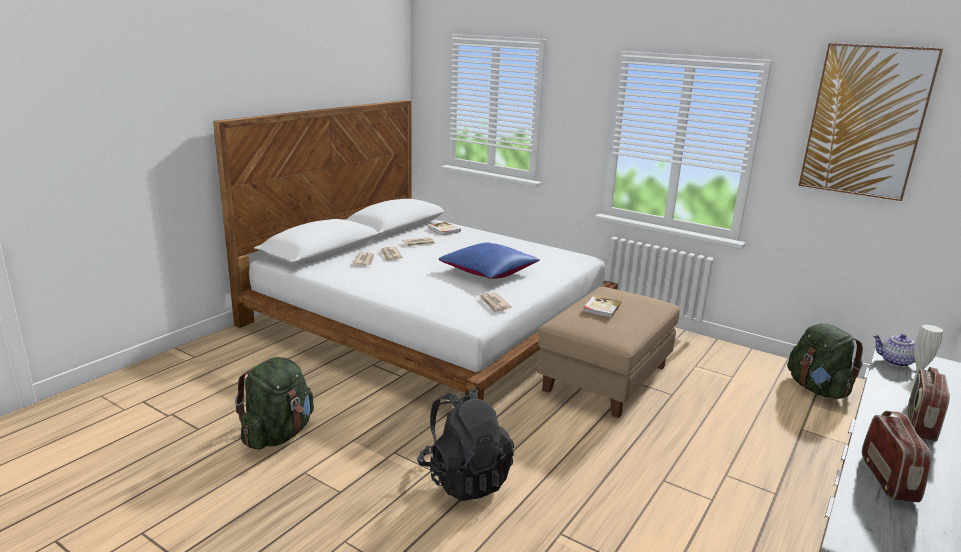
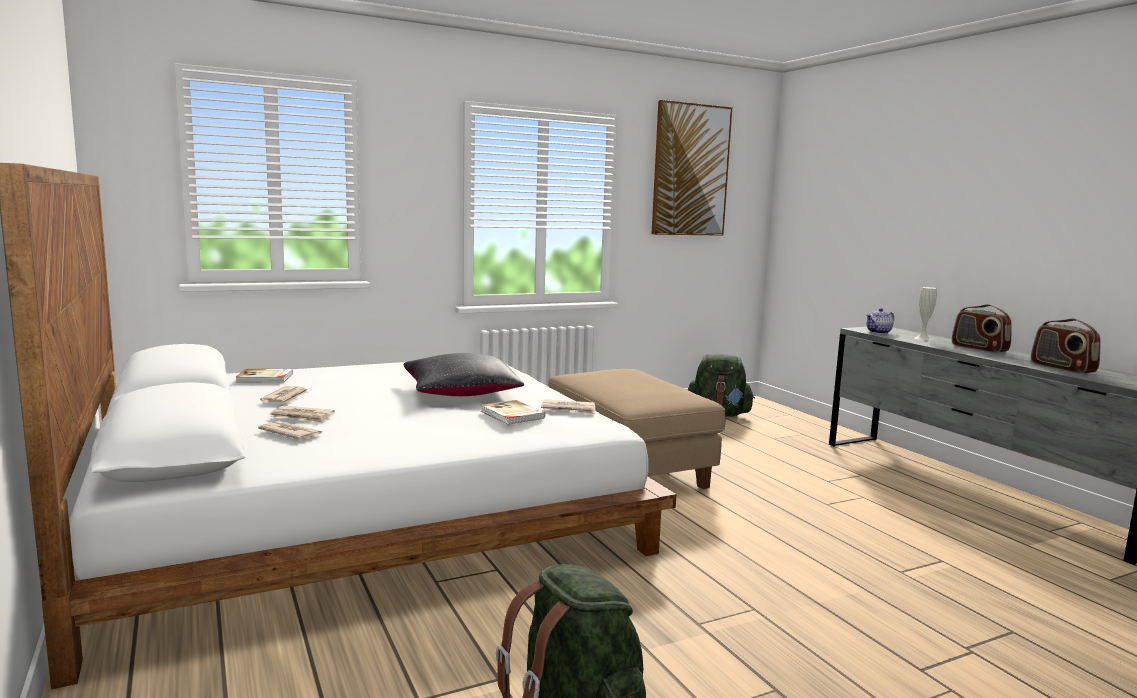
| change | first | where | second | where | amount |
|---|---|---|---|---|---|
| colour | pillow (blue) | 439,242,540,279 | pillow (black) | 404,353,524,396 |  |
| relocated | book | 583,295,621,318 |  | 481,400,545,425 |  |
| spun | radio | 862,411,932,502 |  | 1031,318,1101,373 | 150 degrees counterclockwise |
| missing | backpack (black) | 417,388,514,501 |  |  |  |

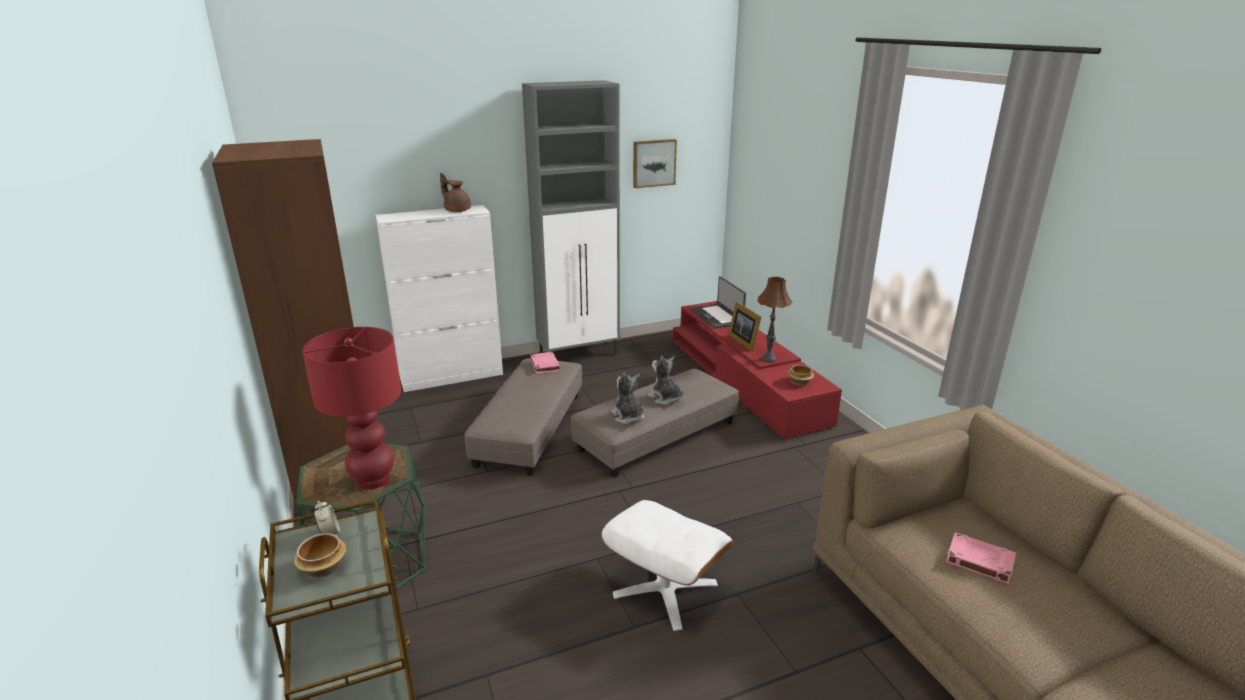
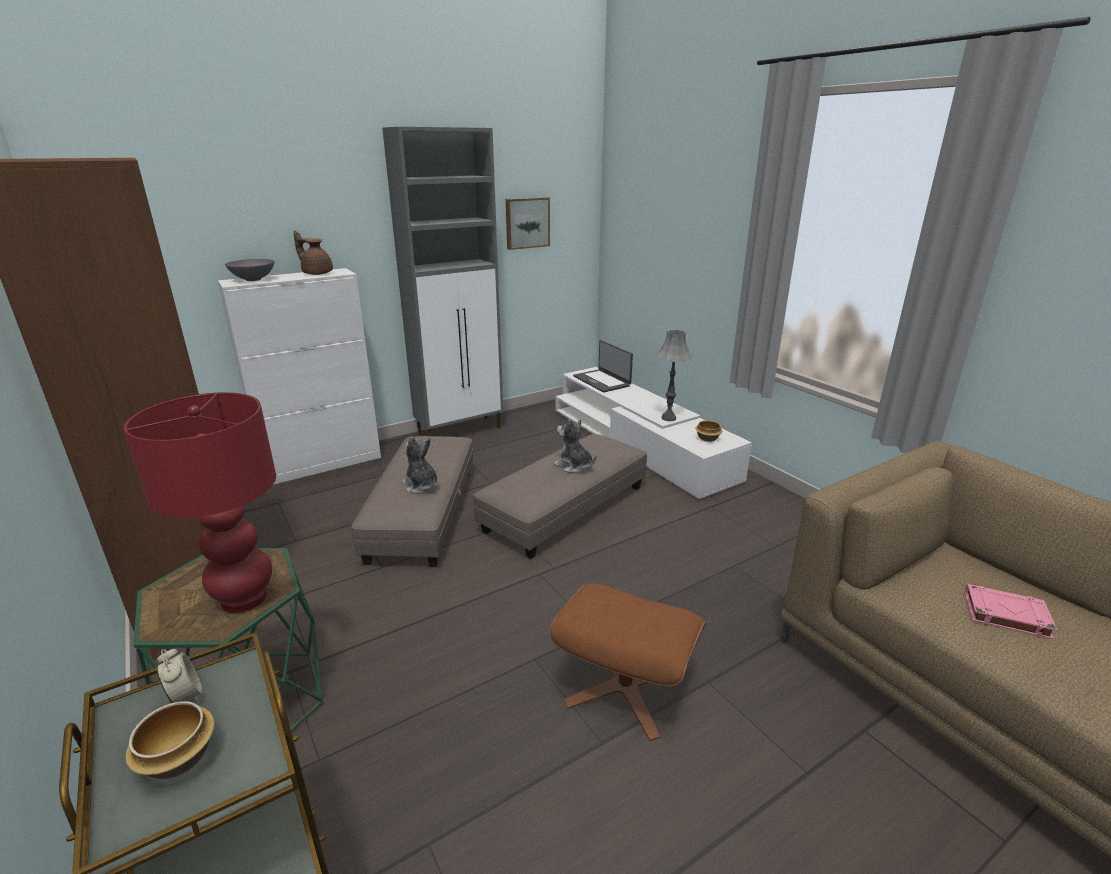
| change | first | where | second | where | amount |
|---|---|---|---|---|---|
| appeared |  |  | serving bowl (gray) | 225,259,274,281 |  |
| relocated | soft toy | 611,372,644,424 |  | 402,436,439,494 |  |
| colour | pouffe (white) | 601,500,734,631 | pouffe (brown-coloured) | 550,584,706,741 |  |
| colour | media console (red-coloured) | 673,301,842,439 | media console (white) | 556,367,752,499 |  |
| colour | table lamp (brown-coloured) | 758,277,792,363 | table lamp (gray) | 656,330,693,421 |  |
| missing | book (pink) | 530,352,561,374 |  |  |  |
| missing | photo frame | 728,302,761,351 |  |  |  |

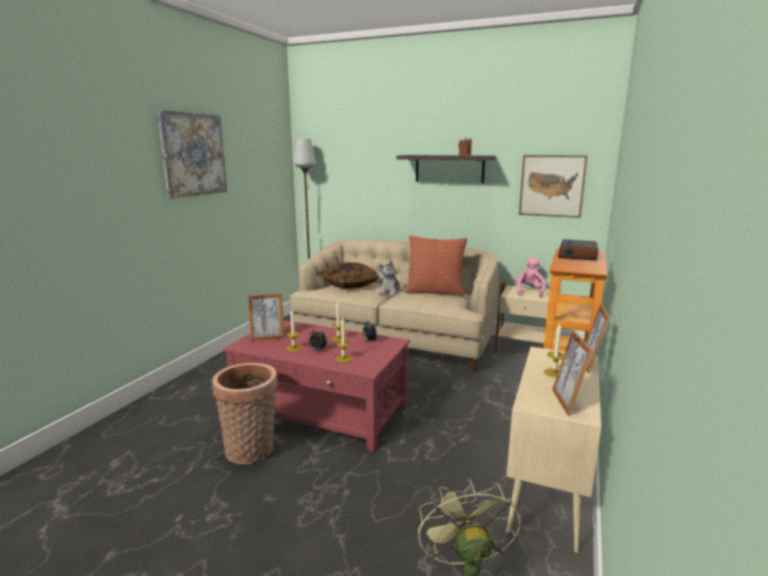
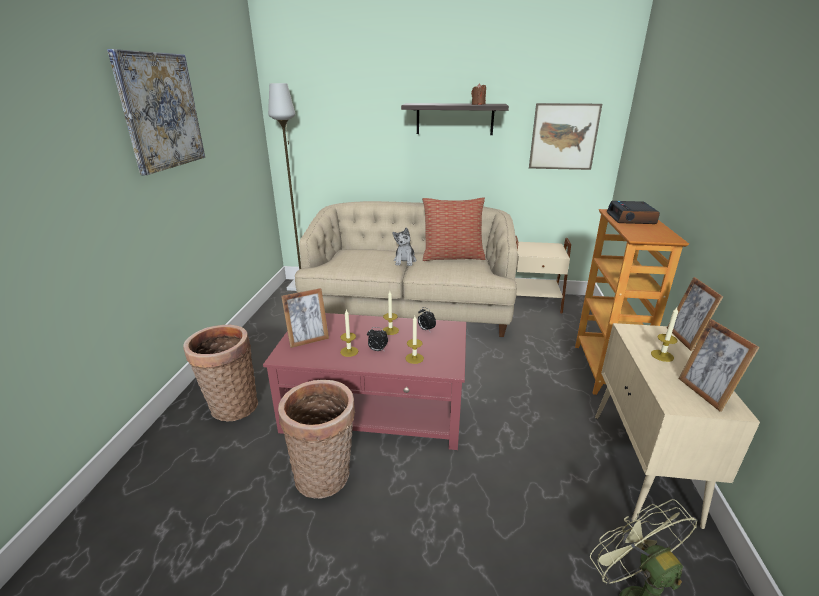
| change | first | where | second | where | amount |
|---|---|---|---|---|---|
| appeared |  |  | household basket | 183,325,258,422 |  |
| missing | pillow | 321,262,379,289 |  |  |  |
| missing | soft toy (pink) | 514,257,546,297 |  |  |  |

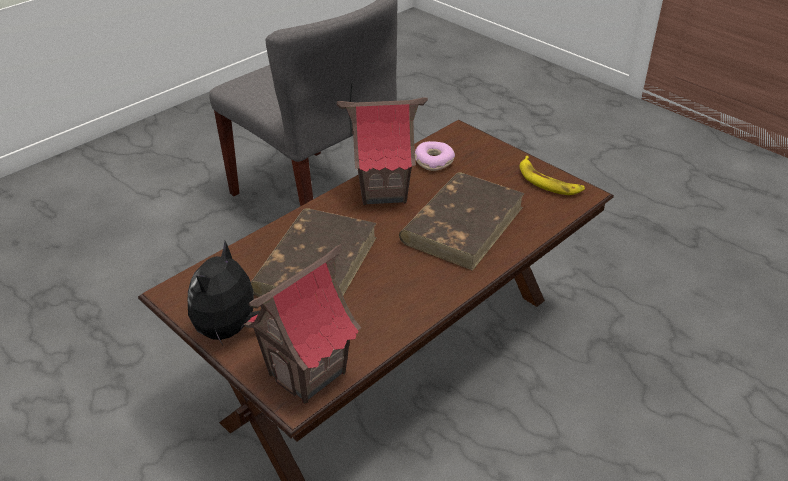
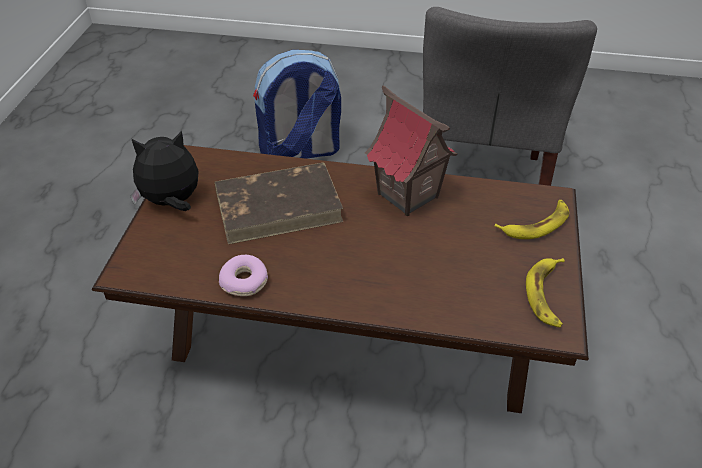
| change | first | where | second | where | amount |
|---|---|---|---|---|---|
| relocated | ring doughnut | 415,141,455,171 |  | 219,255,268,296 |  |
| appeared |  |  | backpack | 253,50,341,159 |  |
| appeared |  |  | banana fruit | 494,200,569,239 |  |
| missing | model house | 244,244,361,404 |  |  |  |
| missing | book (brown-coloured) | 399,172,525,271 |  |  |  |

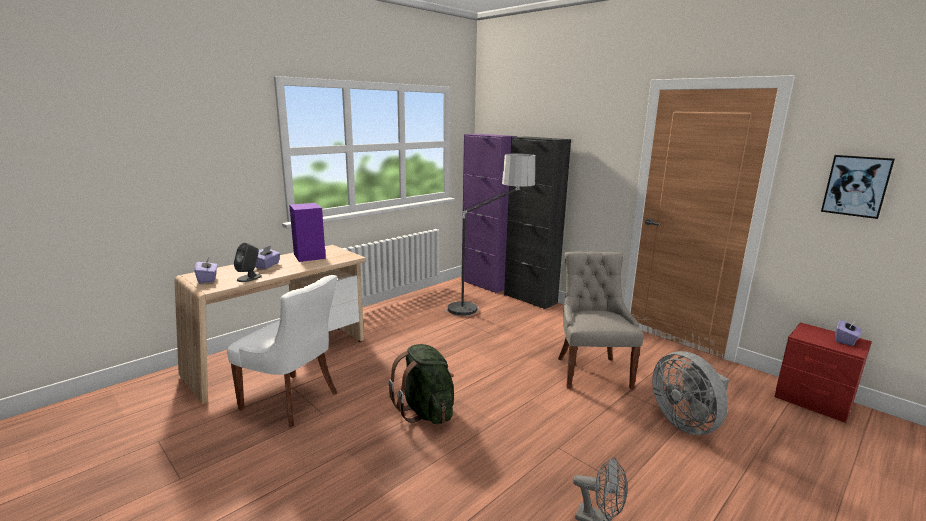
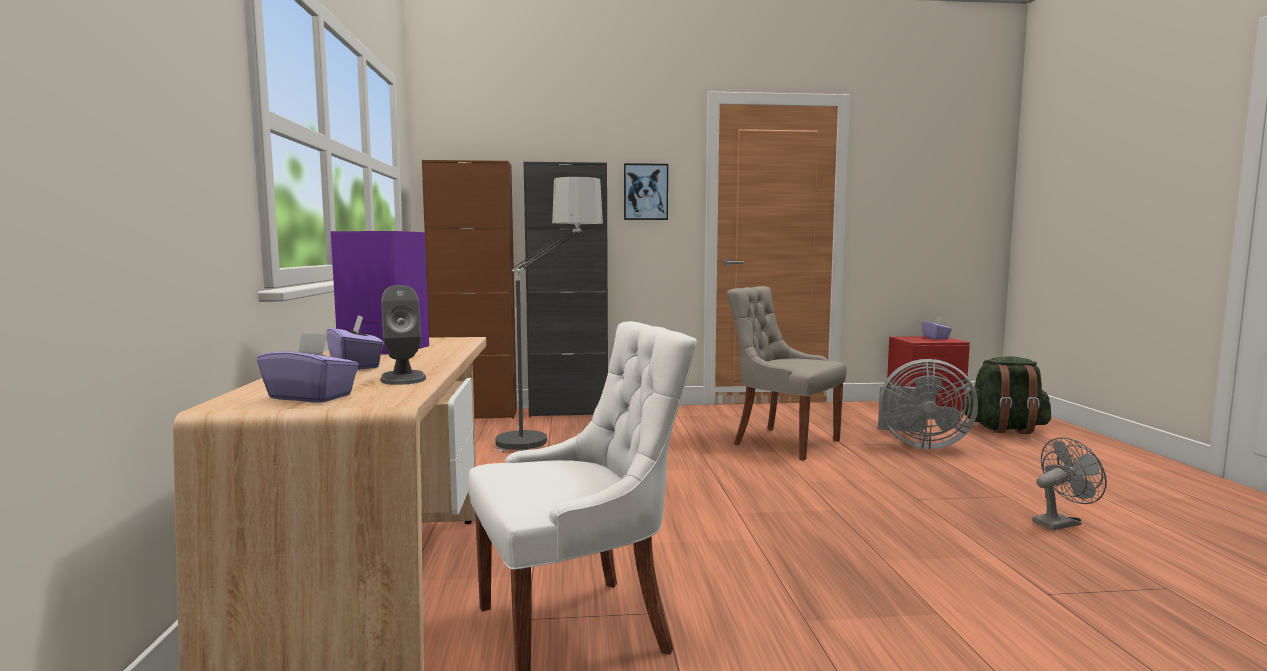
| change | first | where | second | where | amount |
|---|---|---|---|---|---|
| colour | cabinet (purple) | 461,134,517,294 | cabinet (brown-coloured) | 422,160,517,419 |  |
| relocated | wall art | 821,155,895,219 |  | 624,163,668,220 |  |
| relocated | backpack (green-coloured) | 388,344,454,424 |  | 963,356,1051,434 |  |

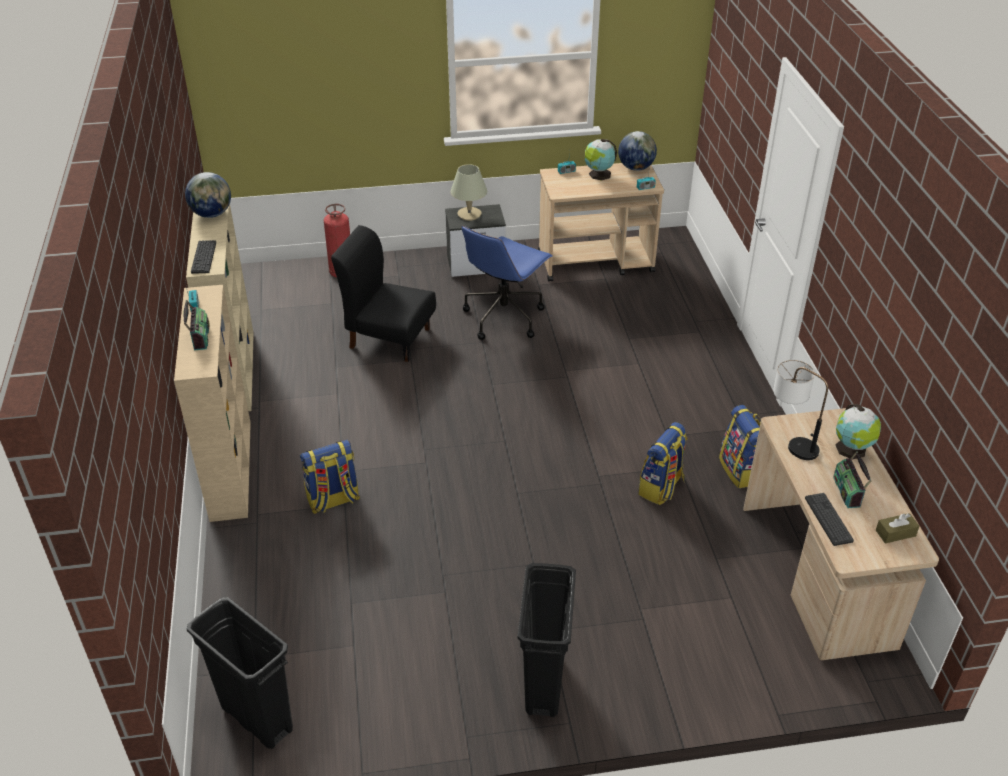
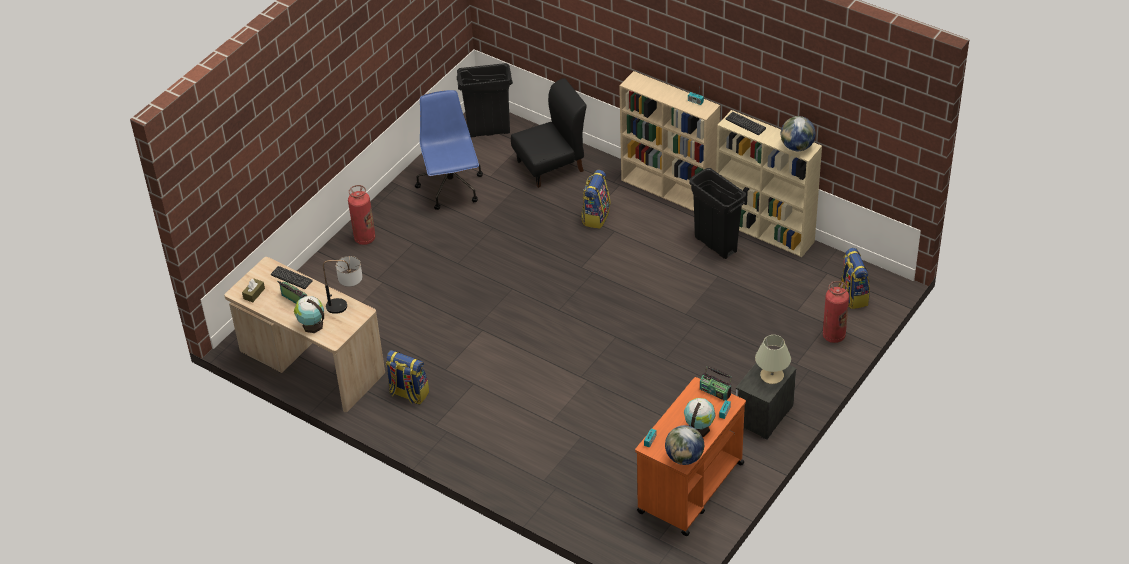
| change | first | where | second | where | amount |
|---|---|---|---|---|---|
| appeared |  |  | fire-fighting cylinder | 348,185,376,245 |  |
| relocated | computer chair (blue) | 462,225,553,340 |  | 415,90,483,210 |  |
| relocated | plain chair (black) | 331,225,436,362 |  | 511,78,586,188 |  |
| colour | wheeled cart (beige) | 538,163,664,282 | wheeled cart (orangey) | 635,377,746,536 |  |
| relocated | trash can (black) | 518,563,576,717 |  | 689,168,746,259 |  |
| relocated | radio | 183,300,210,350 |  | 700,366,732,400 |  |
| relocated | backpack | 638,422,688,505 |  | 838,248,870,309 |  |

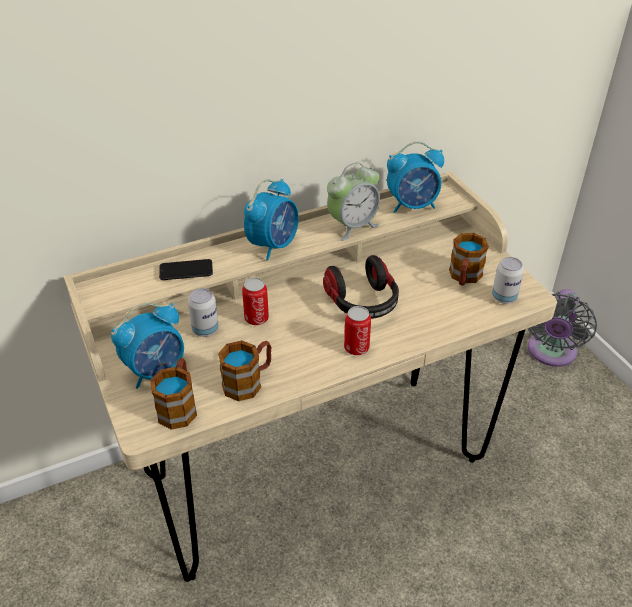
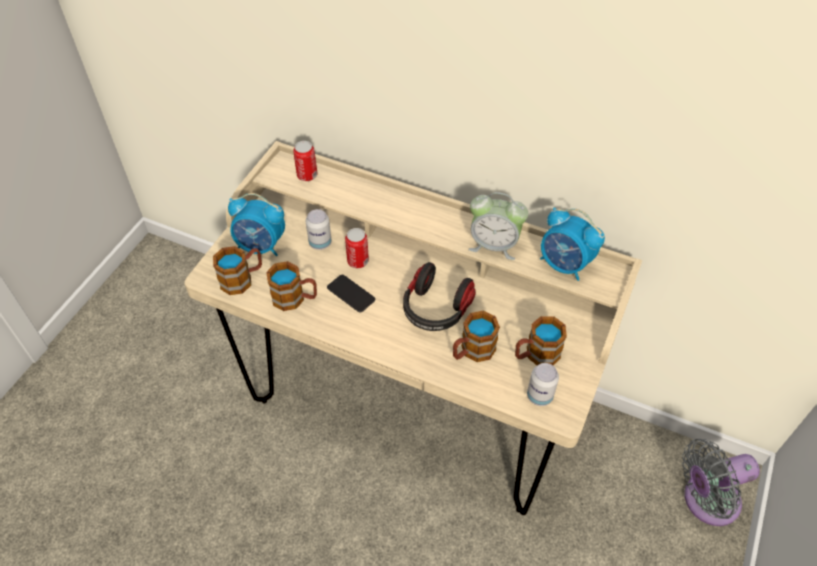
| change | first | where | second | where | amount |
|---|---|---|---|---|---|
| relocated | sealed can | 344,306,371,355 |  | 293,141,318,181 |  |
| relocated | handset | 159,259,213,280 |  | 327,275,375,313 |  |
| appeared |  |  | mug | 453,311,500,362 |  |
| missing | alarm clock | 244,179,299,261 |  |  |  |

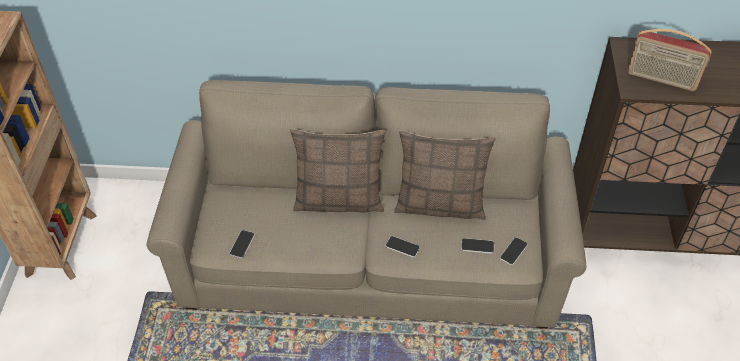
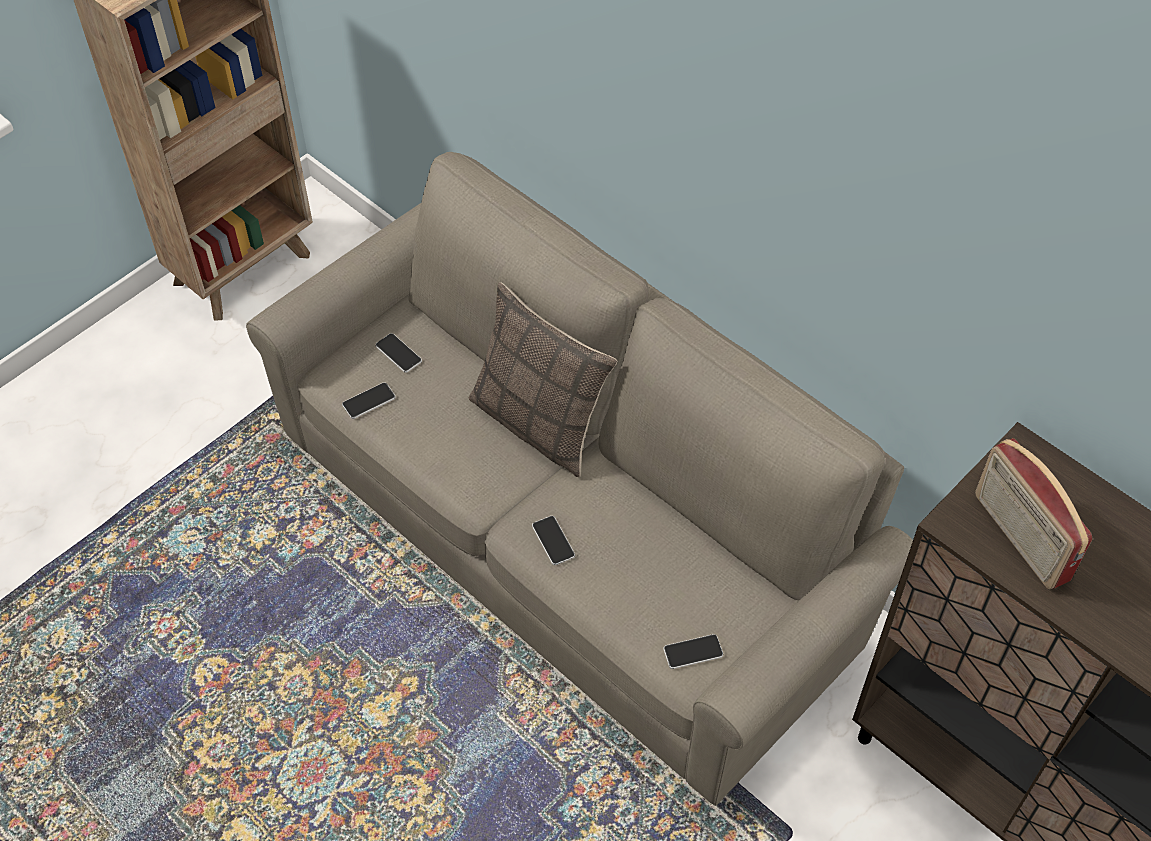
| change | first | where | second | where | amount |
|---|---|---|---|---|---|
| relocated | handset | 461,238,494,254 |  | 375,333,422,373 |  |
| missing | pillow | 394,130,496,220 |  |  |  |

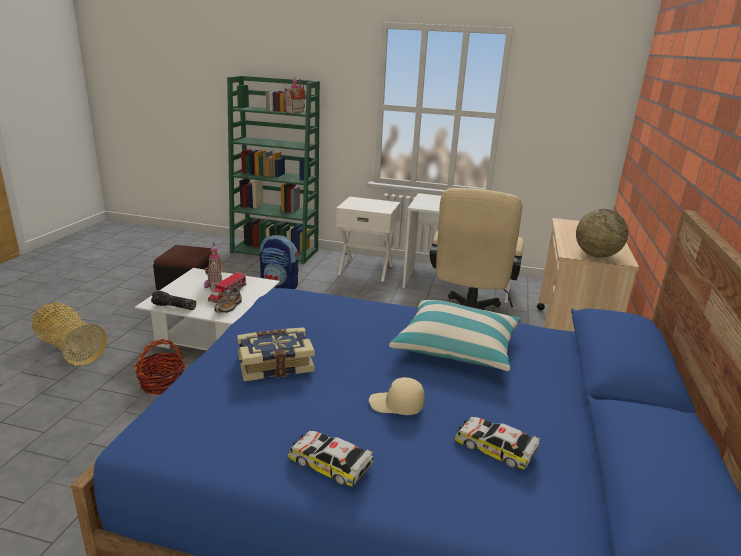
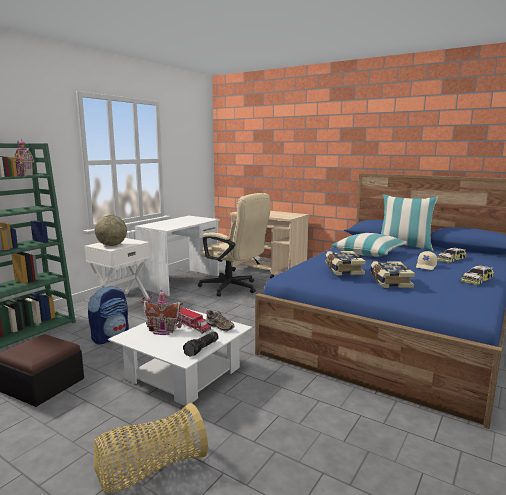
| change | first | where | second | where | amount |
|---|---|---|---|---|---|
| relocated | globe | 576,209,628,258 |  | 95,215,127,246 |  |
| appeared |  |  | book | 325,251,366,276 |  |
| appeared |  |  | pillow | 381,194,438,251 |  |
| missing | household basket | 135,339,185,395 |  |  |  |

